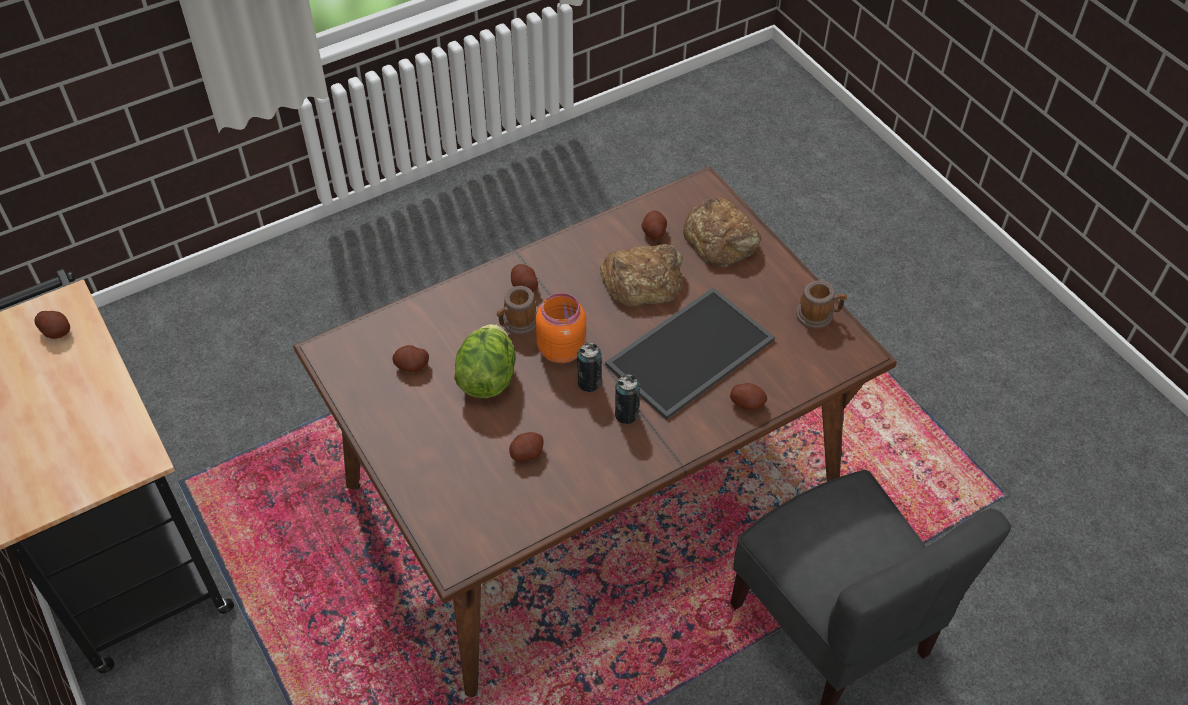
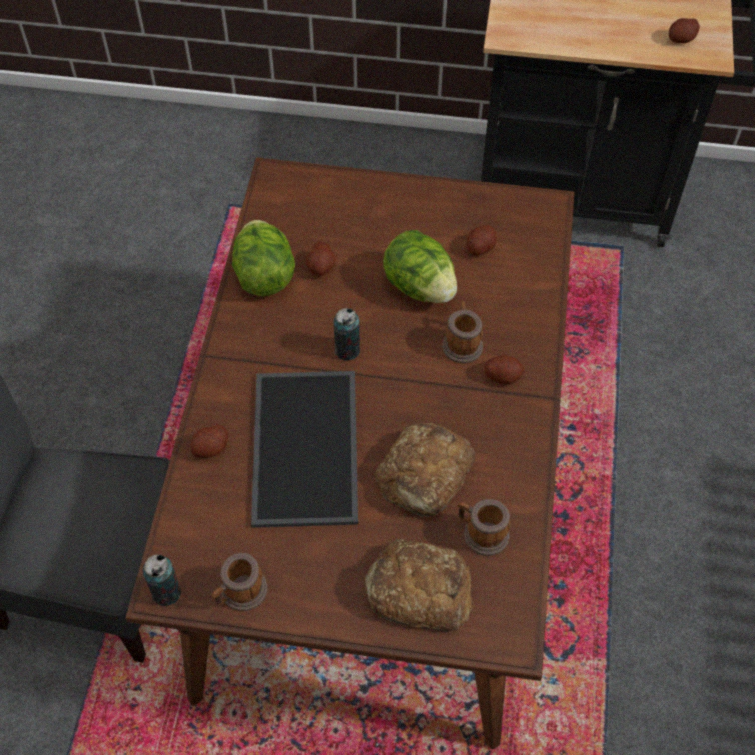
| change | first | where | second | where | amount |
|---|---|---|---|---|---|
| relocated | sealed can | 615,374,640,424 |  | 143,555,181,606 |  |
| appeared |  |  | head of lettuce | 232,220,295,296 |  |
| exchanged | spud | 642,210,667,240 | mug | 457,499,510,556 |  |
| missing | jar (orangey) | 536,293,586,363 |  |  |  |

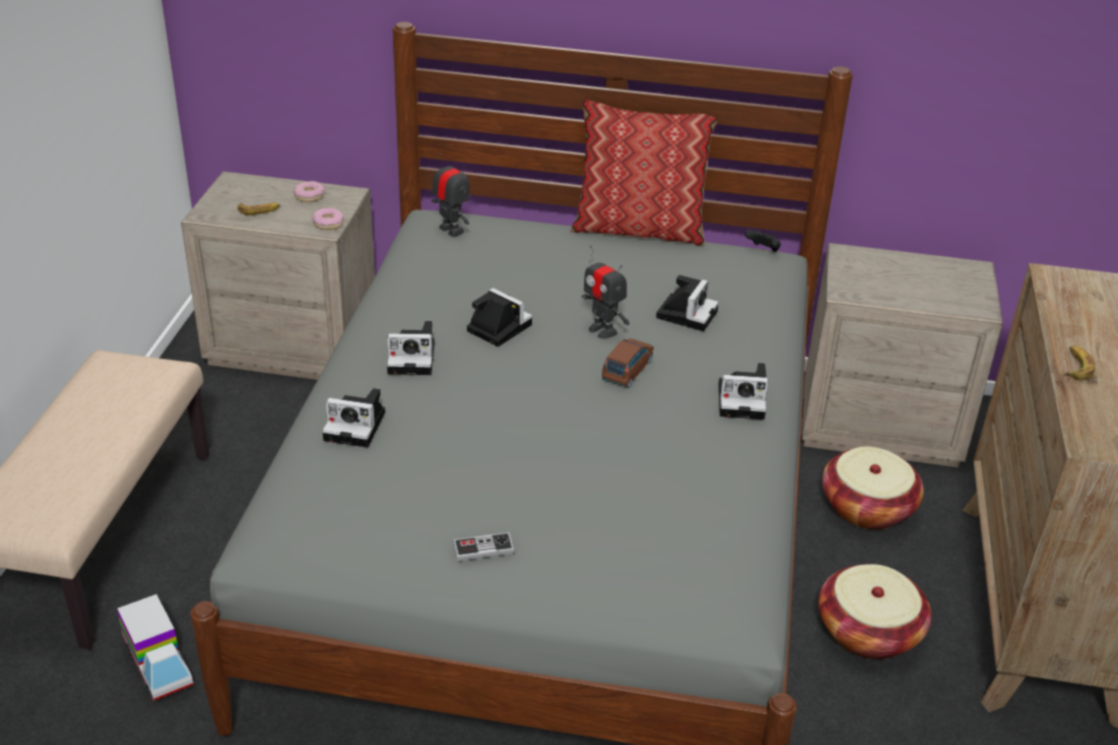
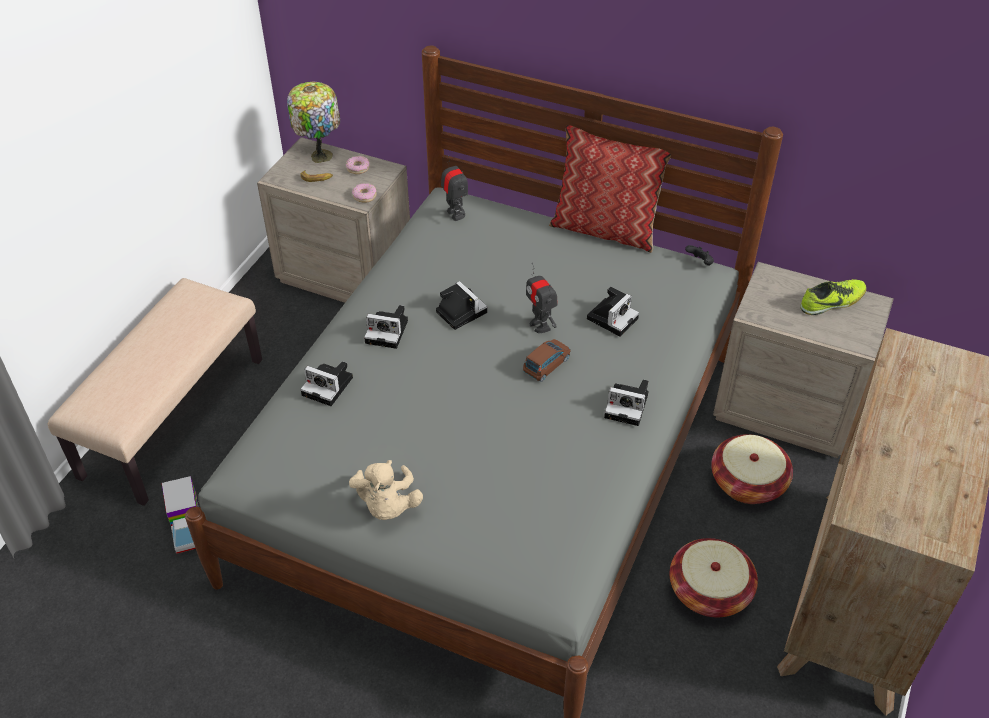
| change | first | where | second | where | amount |
|---|---|---|---|---|---|
| appeared |  |  | table lamp | 287,82,340,163 |  |
| exchanged | game controller | 453,532,515,561 | soft toy (beige) | 349,460,423,520 |  |
| appeared |  |  | item of footwear | 800,279,867,315 |  |
| missing | banana fruit | 1065,346,1095,380 |  |  |  |

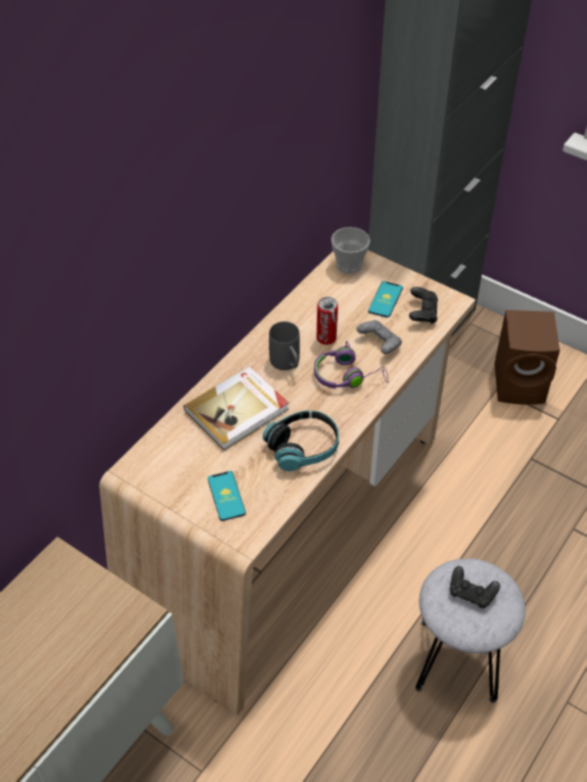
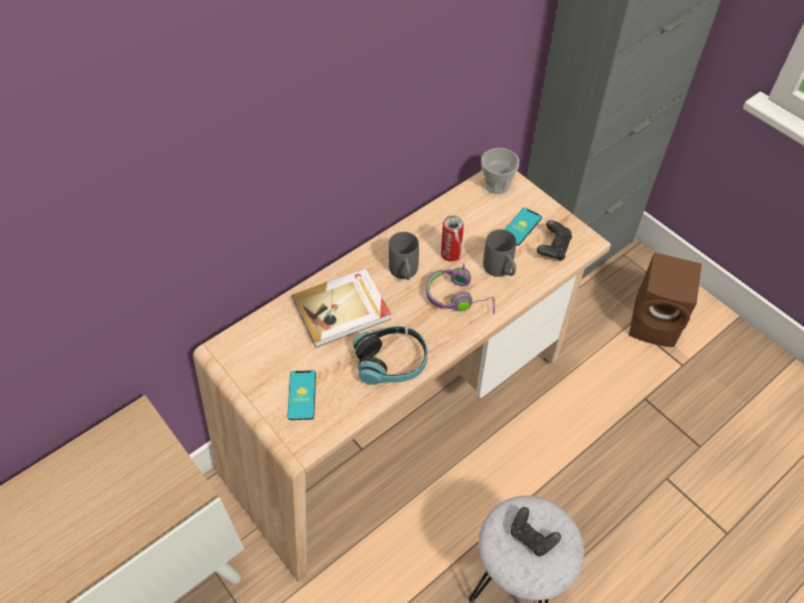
| change | first | where | second | where | amount |
|---|---|---|---|---|---|
| exchanged | game controller (gray) | 357,320,402,354 | mug (gray) | 483,229,516,277 |  |

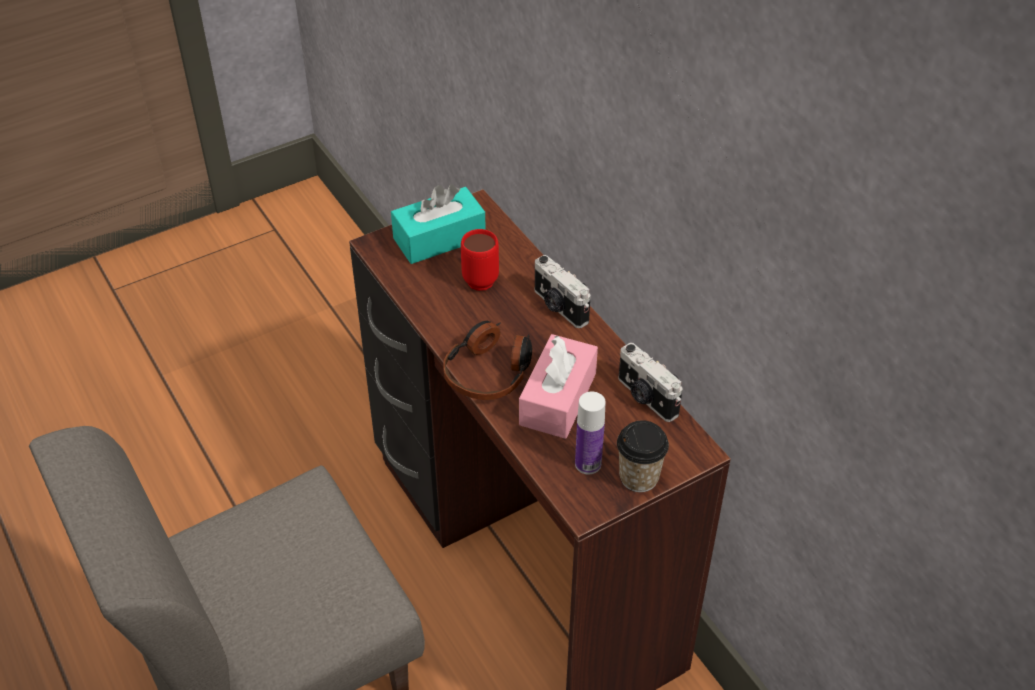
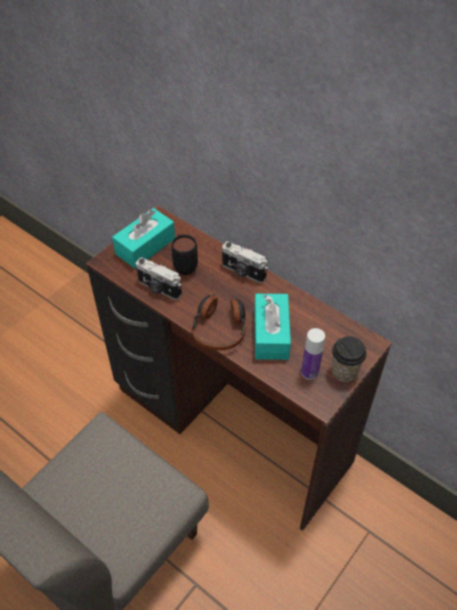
| change | first | where | second | where | amount |
|---|---|---|---|---|---|
| relocated | still camera | 618,343,683,422 |  | 136,257,182,300 |  |
| colour | mug (red-coloured) | 461,229,499,291 | mug (black) | 171,234,198,275 |  |
| colour | tissue holder (pink) | 519,334,598,439 | tissue holder (turquoise) | 254,294,291,360 |  |

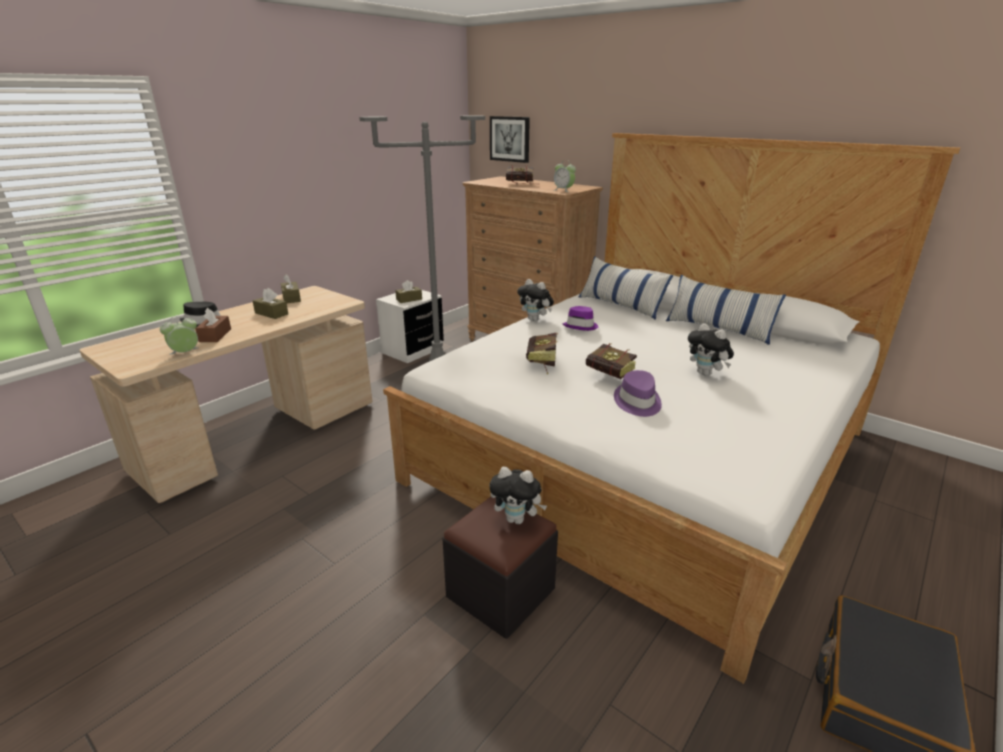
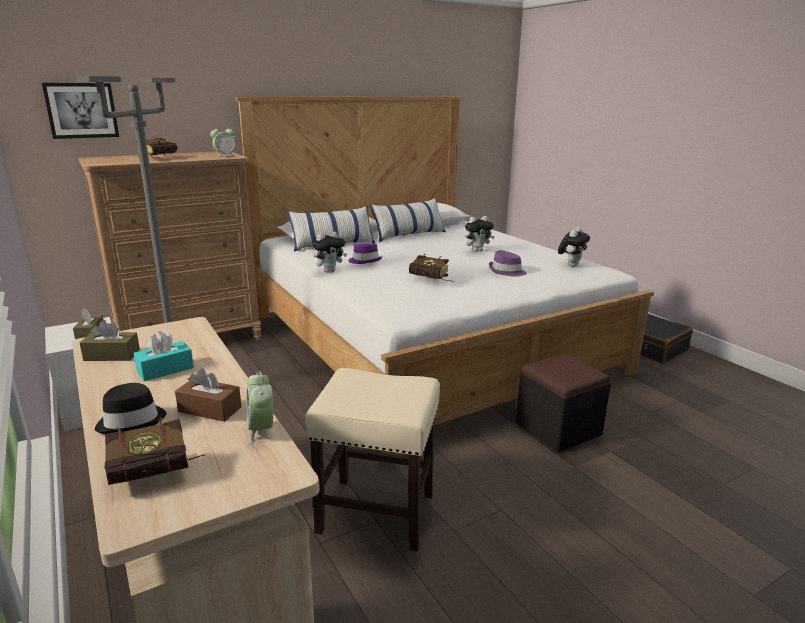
| change | first | where | second | where | amount |
|---|---|---|---|---|---|
| relocated | book | 586,343,637,379 |  | 104,418,205,485 |  |
| colour | tissue holder (brown-coloured) | 253,288,288,319 | tissue holder (turquoise) | 134,331,194,381 |  |
| appeared |  |  | stool (beige) | 305,368,440,551 |  |
| relocated | soft toy | 489,467,547,524 |  | 558,227,590,267 |  |

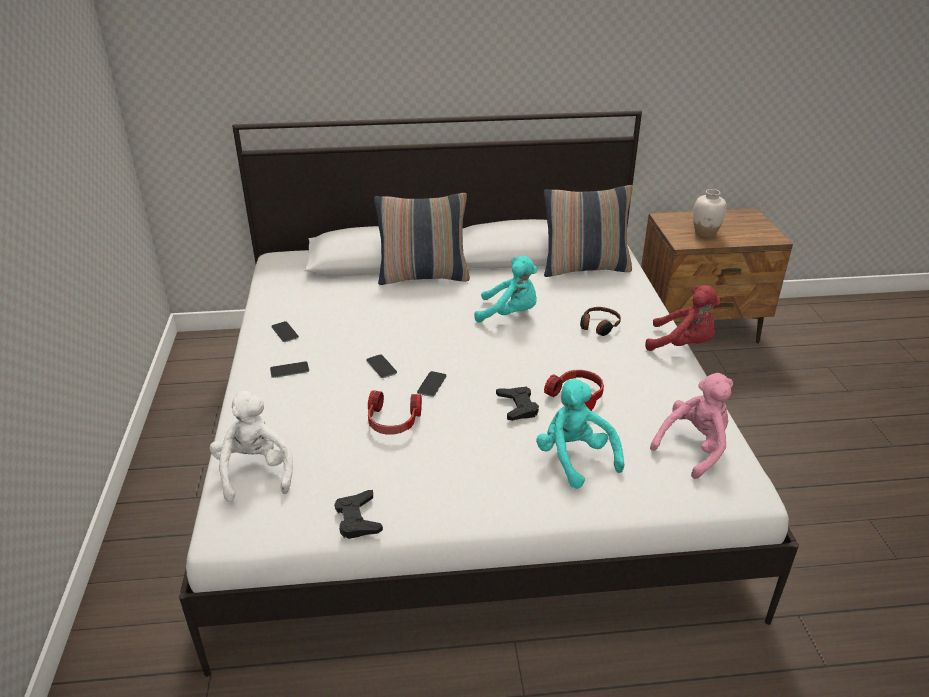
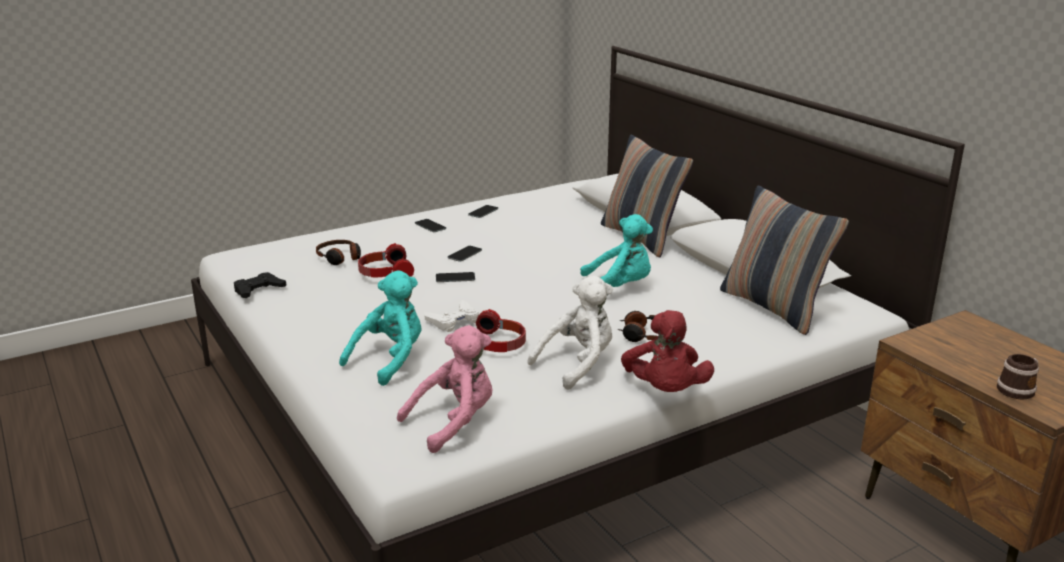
| change | first | where | second | where | amount |
|---|---|---|---|---|---|
| appeared |  |  | headset | 316,240,361,265 |  |
| spun | soft toy (pink) | 650,373,733,479 |  | 397,325,492,453 | 60 degrees counterclockwise |
| colour | game controller (black) | 496,387,539,421 | game controller (white) | 424,300,479,332 |  |
| relocated | soft toy (white) | 210,391,293,502 |  | 527,276,613,390 |  |
| spun | soft toy (turquoise) | 475,256,538,323 |  | 580,214,653,287 | 75 degrees counterclockwise |
| appeared |  |  | mug | 997,354,1039,399 |  |
| missing | flower vase (white) | 693,189,727,238 |  |  |  |

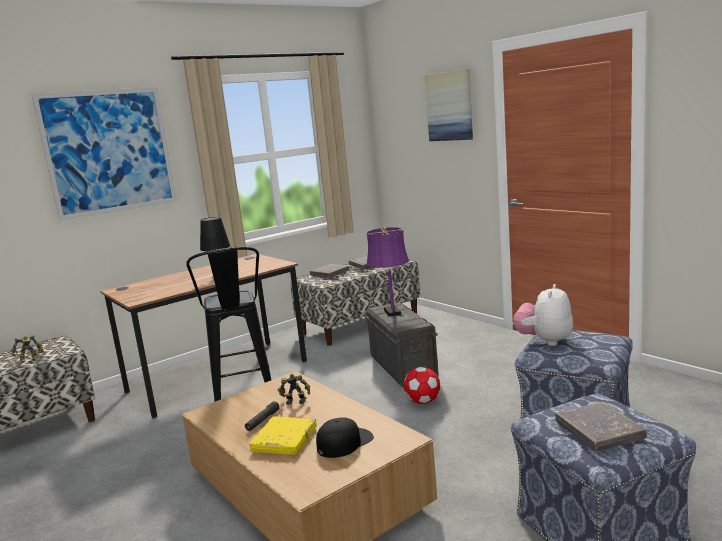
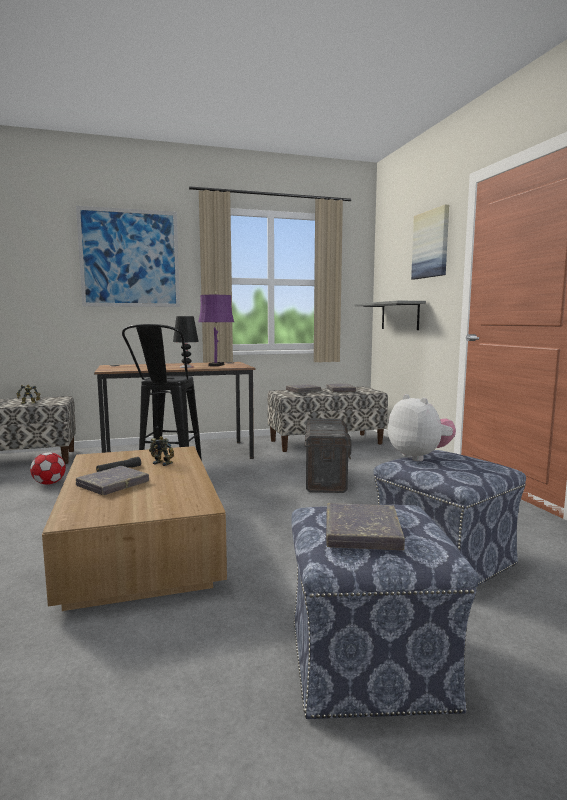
| change | first | where | second | where | amount |
|---|---|---|---|---|---|
| relocated | ball for football | 404,367,440,404 |  | 30,452,66,485 |  |
| colour | book (yellowish) | 250,416,317,455 | book (gray) | 76,466,149,495 |  |
| relocated | table lamp (purple) | 366,227,409,317 |  | 198,291,234,367 |  |
| appeared |  |  | bracket shelf (gray) | 354,300,426,330 |  |
| spun | soft toy | 513,284,573,346 |  | 388,394,456,461 | 105 degrees clockwise |
| missing | cap (black) | 316,418,374,458 |  |  |  |

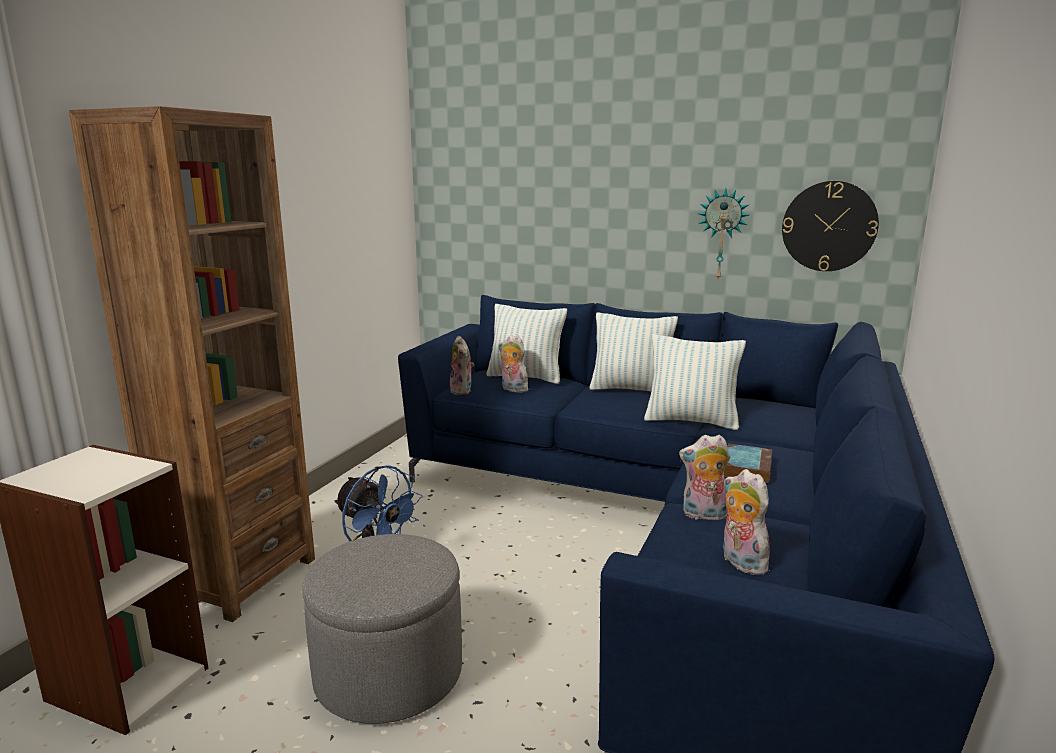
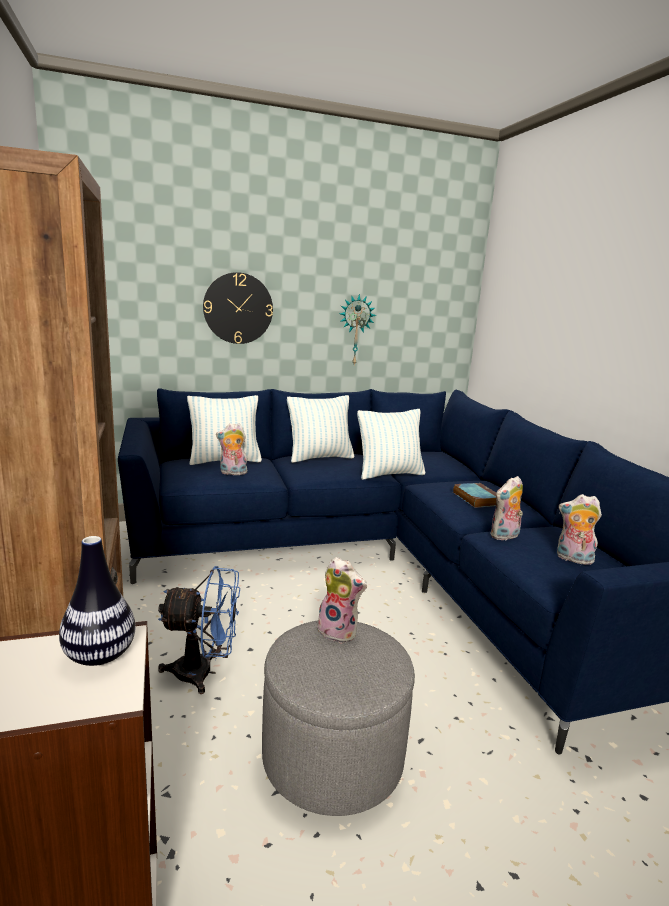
| change | first | where | second | where | amount |
|---|---|---|---|---|---|
| appeared |  |  | flower vase | 59,536,135,666 |  |
| relocated | clock on the wall | 782,181,879,271 |  | 203,272,273,344 |  |
| relocated | soft toy | 450,336,474,395 |  | 316,557,367,644 |  |

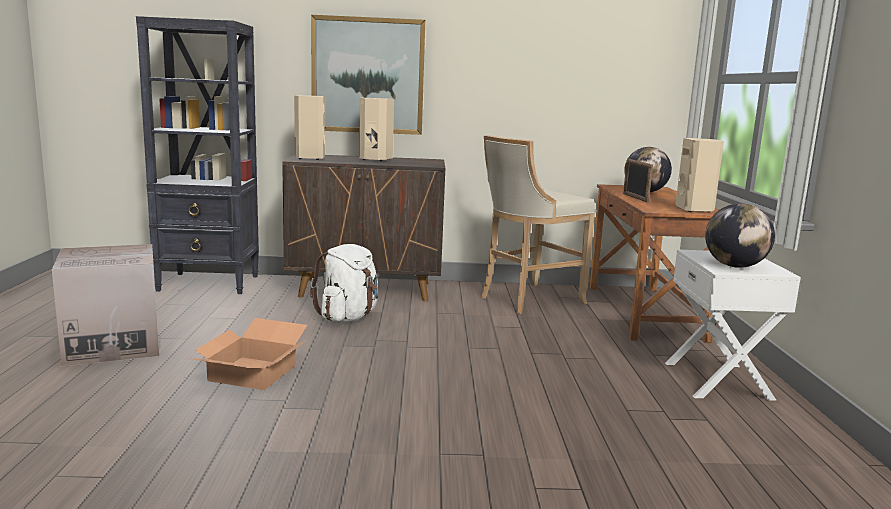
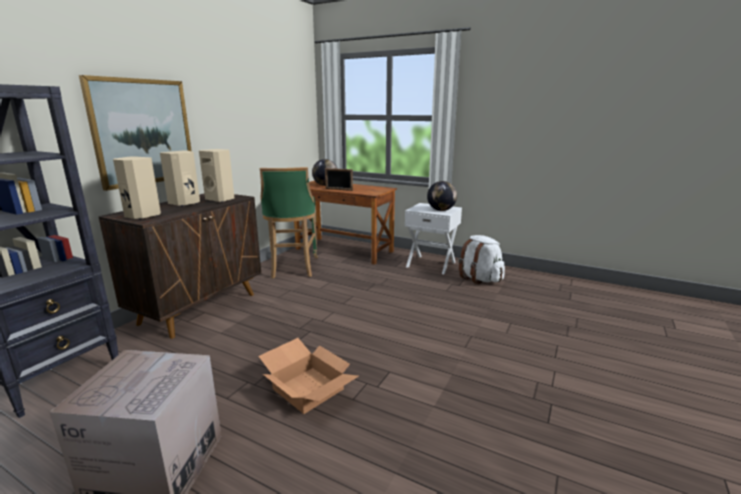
| change | first | where | second | where | amount |
|---|---|---|---|---|---|
| relocated | speaker (beige) | 675,138,724,213 |  | 199,149,234,202 |  |
| colour | stool (beige) | 481,135,595,314 | stool (green-coloured) | 260,167,318,278 |  |
| relocated | backpack (white) | 310,244,378,322 |  | 458,235,505,284 |  |

